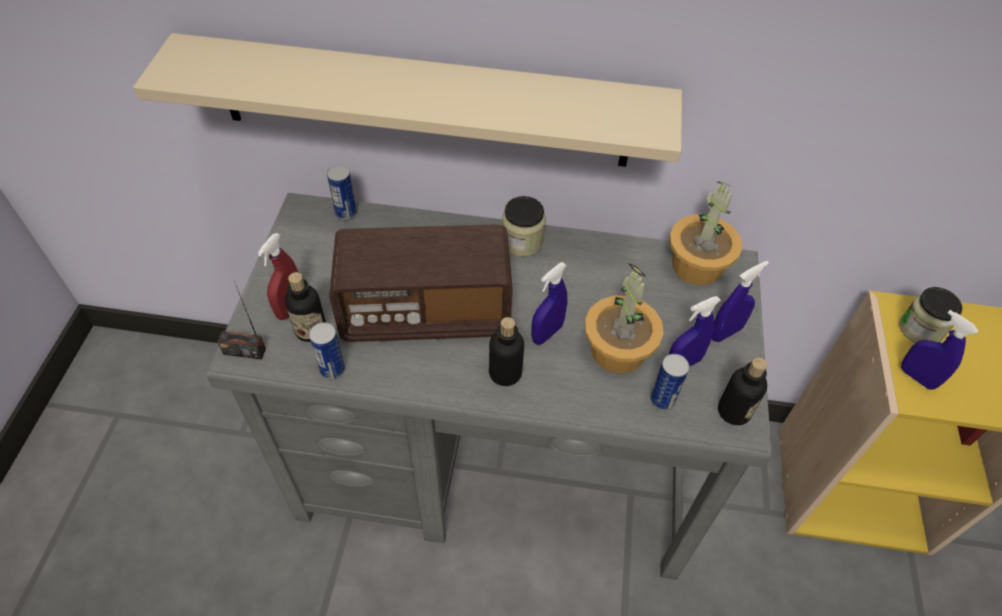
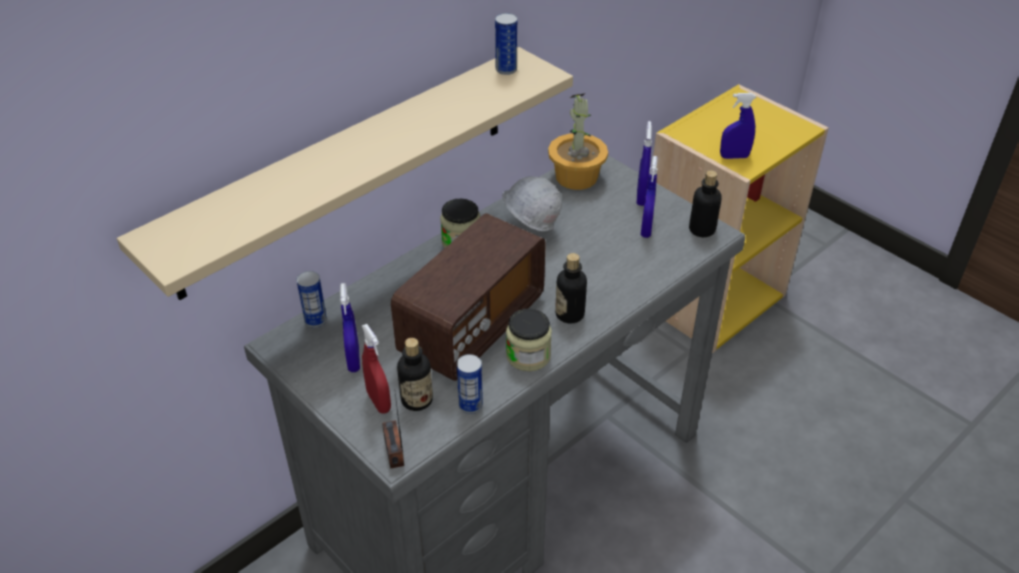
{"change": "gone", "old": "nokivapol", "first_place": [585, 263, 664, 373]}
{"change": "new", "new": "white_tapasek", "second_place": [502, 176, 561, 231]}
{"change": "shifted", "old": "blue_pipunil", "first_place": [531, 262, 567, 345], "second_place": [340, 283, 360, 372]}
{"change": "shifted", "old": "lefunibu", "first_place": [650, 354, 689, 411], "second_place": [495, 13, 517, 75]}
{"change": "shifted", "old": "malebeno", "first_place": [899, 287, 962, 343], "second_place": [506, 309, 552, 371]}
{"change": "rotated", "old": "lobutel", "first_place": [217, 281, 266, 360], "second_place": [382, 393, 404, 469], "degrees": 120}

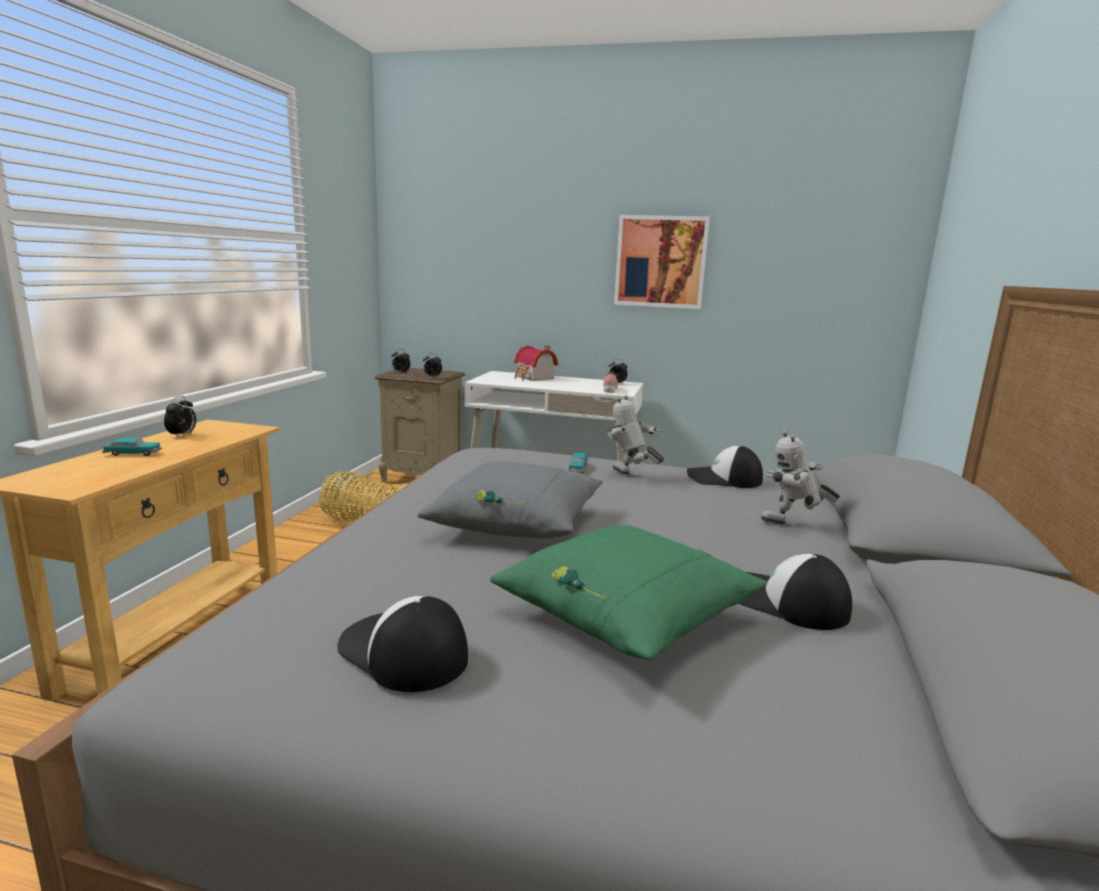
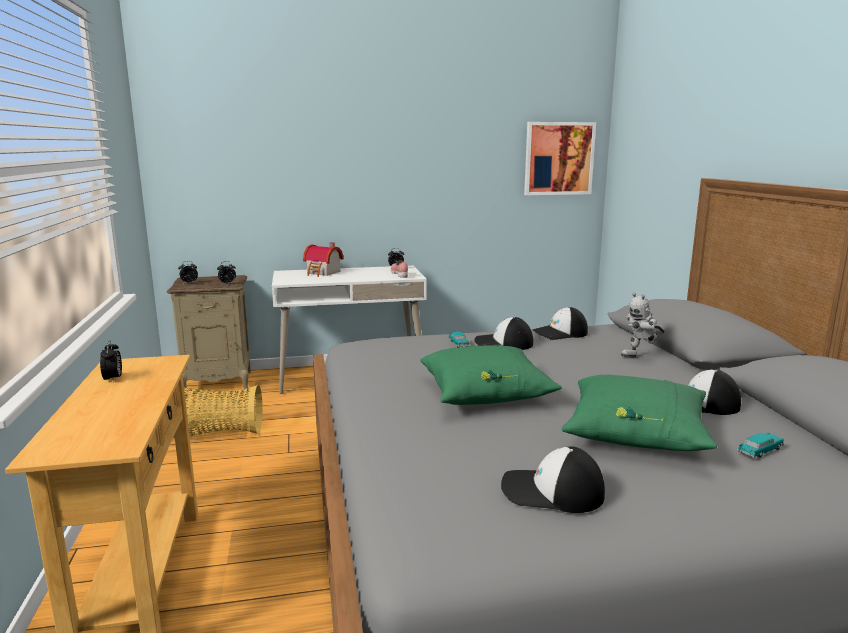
{"change": "shifted", "old": "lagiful", "first_place": [102, 438, 162, 456], "second_place": [737, 433, 784, 458]}
{"change": "shifted", "old": "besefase", "first_place": [614, 215, 710, 309], "second_place": [524, 122, 596, 195]}
{"change": "swapped", "old": "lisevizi", "new": "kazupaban", "first_place": [607, 395, 664, 475], "second_place": [474, 317, 533, 350]}
{"change": "repainted", "old": "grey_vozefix", "new": "green_vozefix", "first_place": [417, 461, 603, 538], "second_place": [420, 345, 561, 405]}

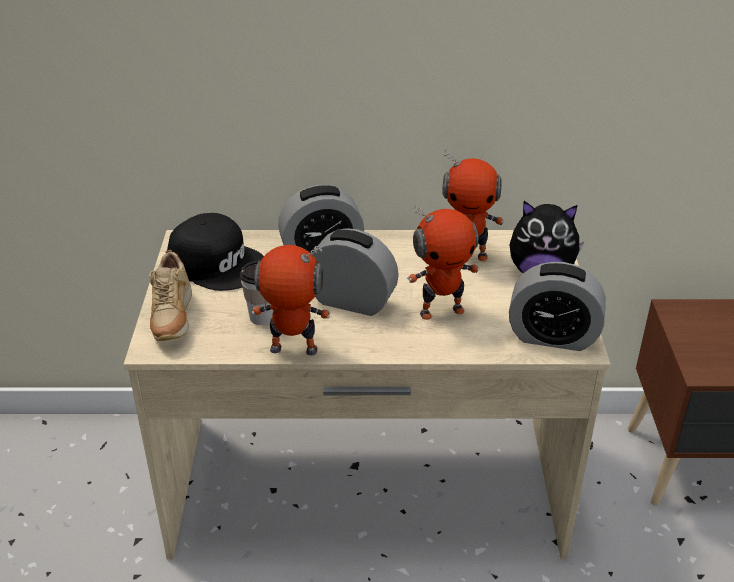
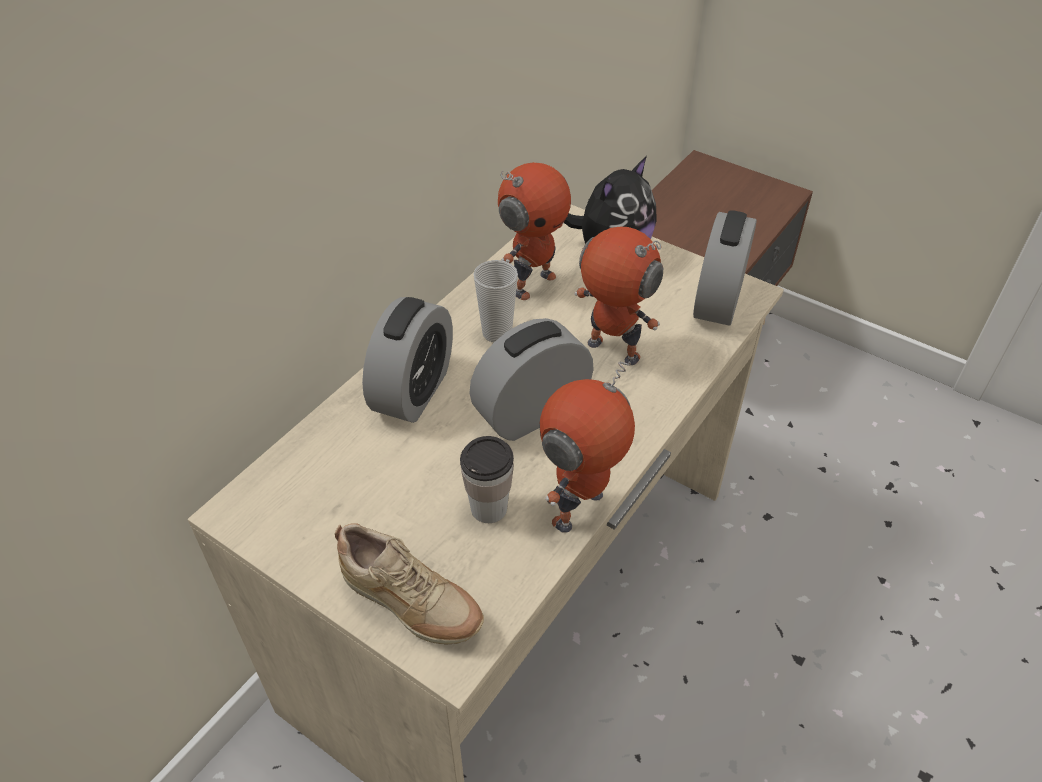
{"change": "gone", "old": "black_kazupaban", "first_place": [167, 213, 264, 291]}
{"change": "new", "new": "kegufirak", "second_place": [473, 260, 518, 342]}
{"change": "rotated", "old": "lisevizi", "first_place": [407, 205, 479, 320], "second_place": [574, 227, 663, 365], "degrees": -75}
{"change": "rotated", "old": "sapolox", "first_place": [509, 262, 606, 351], "second_place": [693, 210, 757, 326], "degrees": 150}

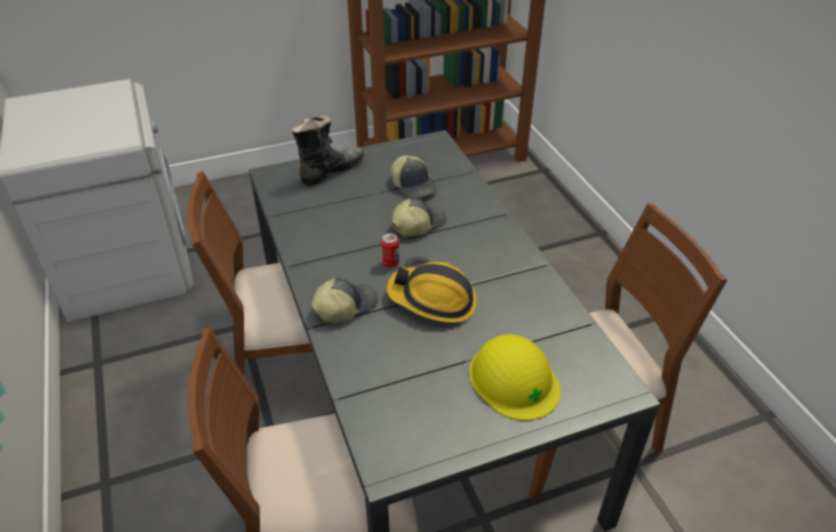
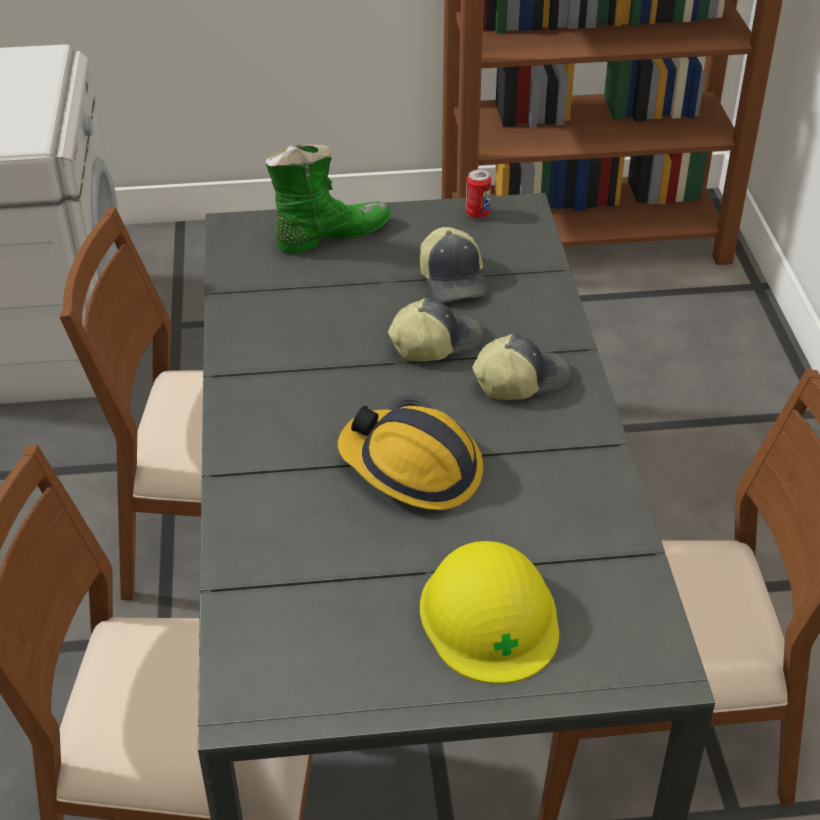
{"change": "shifted", "old": "kazupaban", "first_place": [311, 278, 378, 323], "second_place": [472, 334, 572, 400]}
{"change": "shifted", "old": "lefunibu", "first_place": [381, 233, 399, 268], "second_place": [466, 169, 491, 218]}
{"change": "repainted", "old": "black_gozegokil", "new": "green_gozegokil", "first_place": [292, 116, 364, 186], "second_place": [265, 144, 392, 254]}

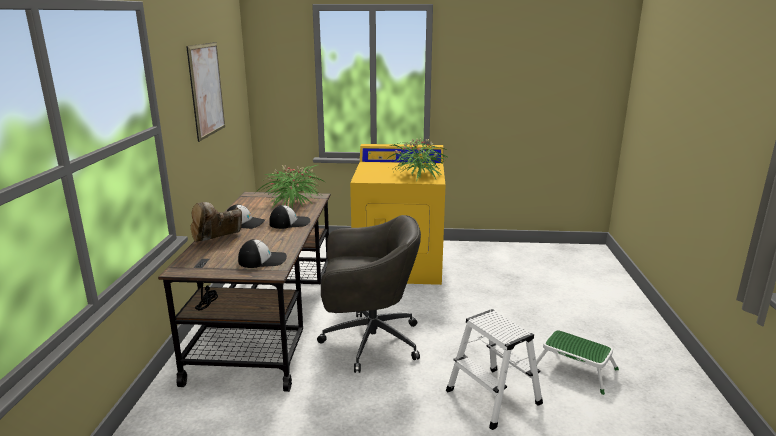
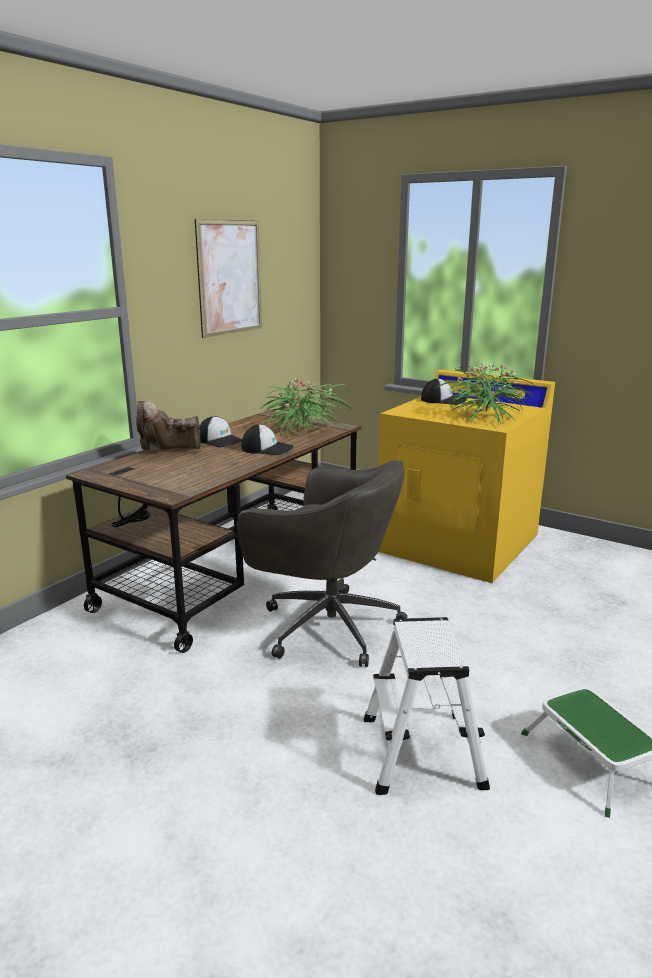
{"change": "shifted", "old": "kazupaban", "first_place": [238, 239, 287, 268], "second_place": [421, 378, 466, 405]}

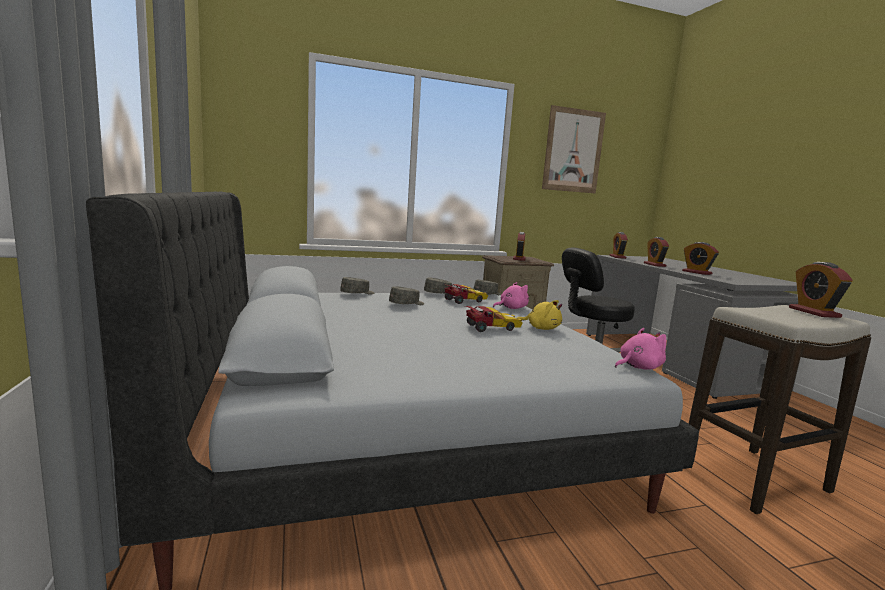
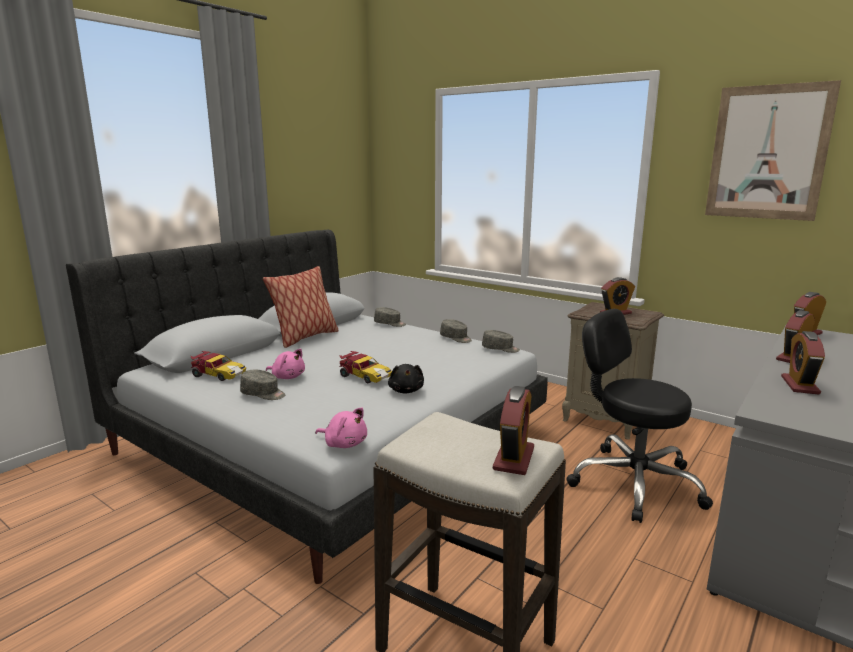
{"change": "new", "new": "vozefix", "second_place": [263, 266, 339, 348]}
{"change": "shifted", "old": "grey_kazupaban", "first_place": [389, 286, 424, 305], "second_place": [240, 370, 285, 400]}
{"change": "shifted", "old": "lagiful", "first_place": [445, 284, 488, 304], "second_place": [191, 351, 246, 381]}
{"change": "shifted", "old": "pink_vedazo", "first_place": [493, 282, 529, 309], "second_place": [266, 349, 305, 379]}
{"change": "repainted", "old": "yellow_vedazo", "new": "black_vedazo", "first_place": [517, 300, 562, 330], "second_place": [388, 364, 424, 394]}
{"change": "rotated", "old": "sapolox", "first_place": [789, 262, 853, 318], "second_place": [493, 386, 534, 475], "degrees": 150}

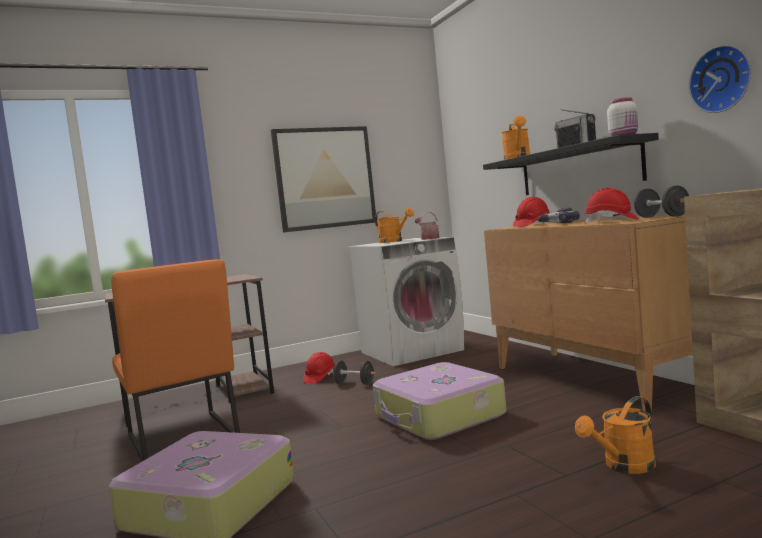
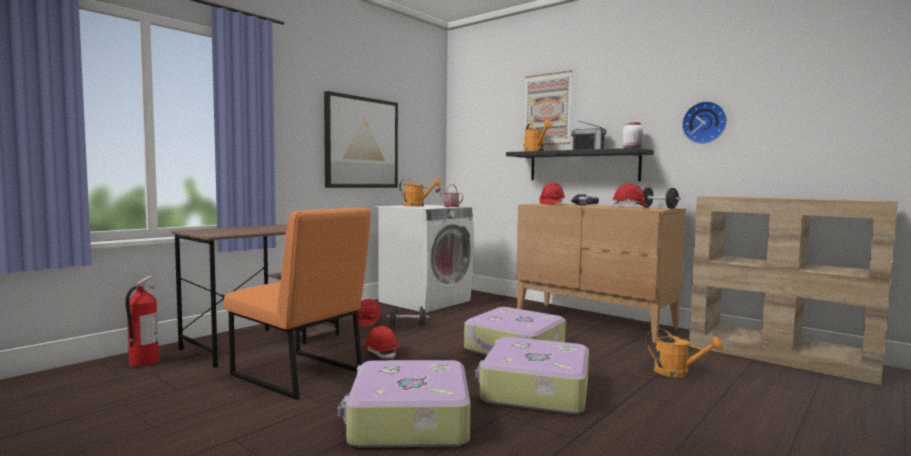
{"change": "new", "new": "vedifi", "second_place": [125, 276, 159, 367]}
{"change": "new", "new": "red_tapasek", "second_place": [363, 326, 399, 359]}
{"change": "new", "new": "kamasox", "second_place": [475, 337, 589, 414]}
{"change": "new", "new": "besefase", "second_place": [523, 70, 572, 146]}
{"change": "rotated", "old": "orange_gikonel", "first_place": [575, 396, 656, 474], "second_place": [646, 328, 723, 377], "degrees": -90}

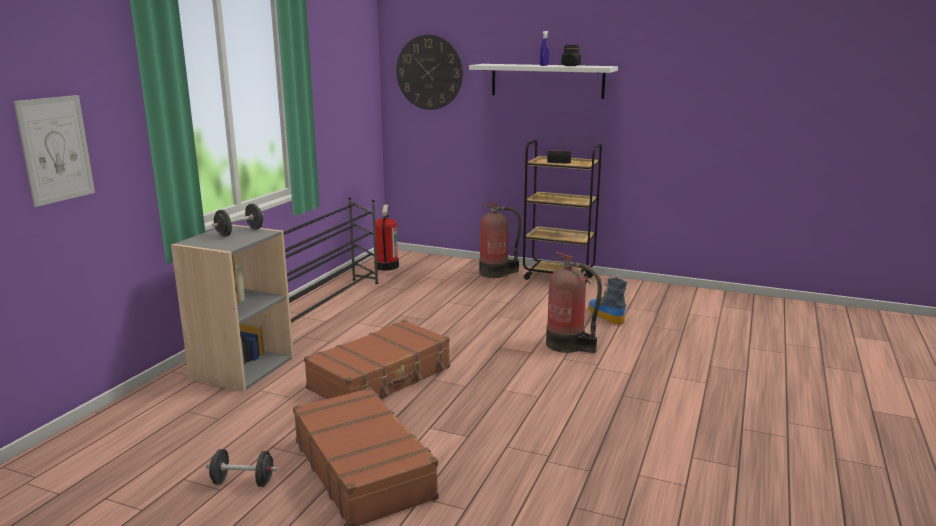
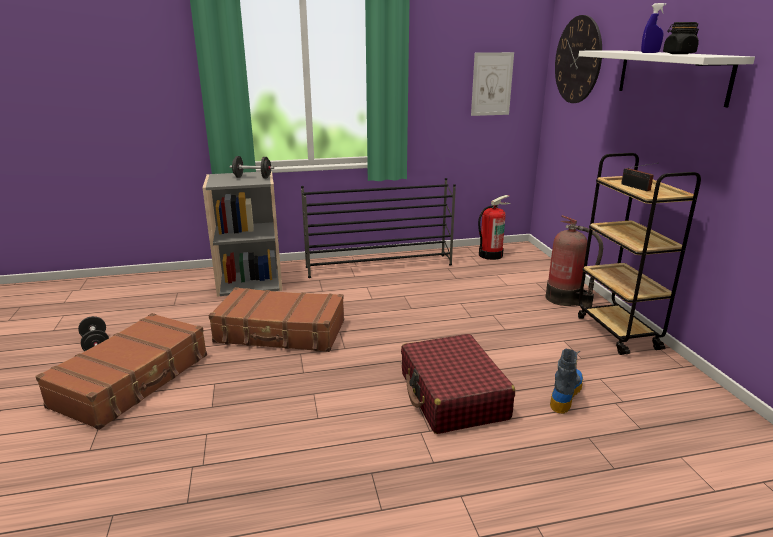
{"change": "shifted", "old": "besefase", "first_place": [13, 95, 95, 207], "second_place": [471, 52, 514, 116]}
{"change": "swapped", "old": "vedifi", "new": "red_kamasox", "first_place": [546, 252, 602, 353], "second_place": [401, 334, 515, 434]}

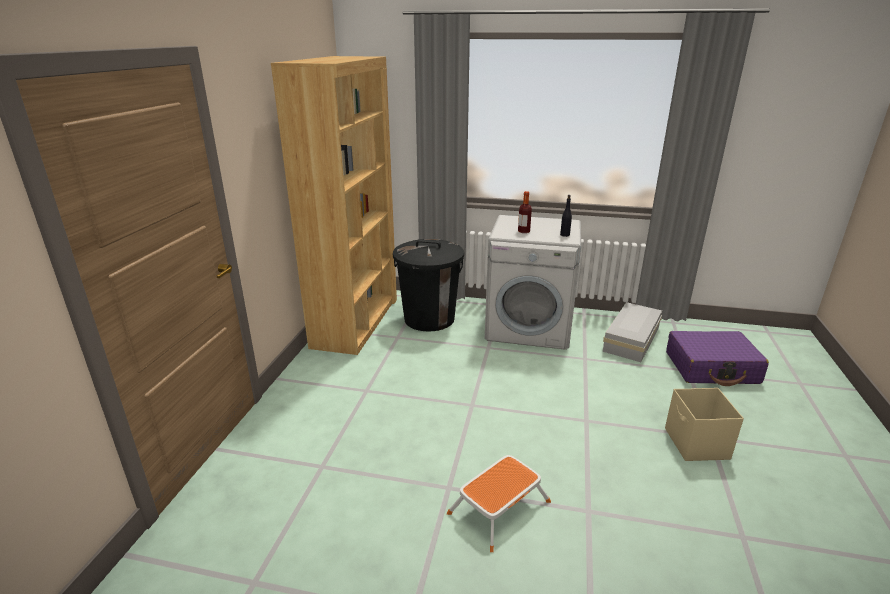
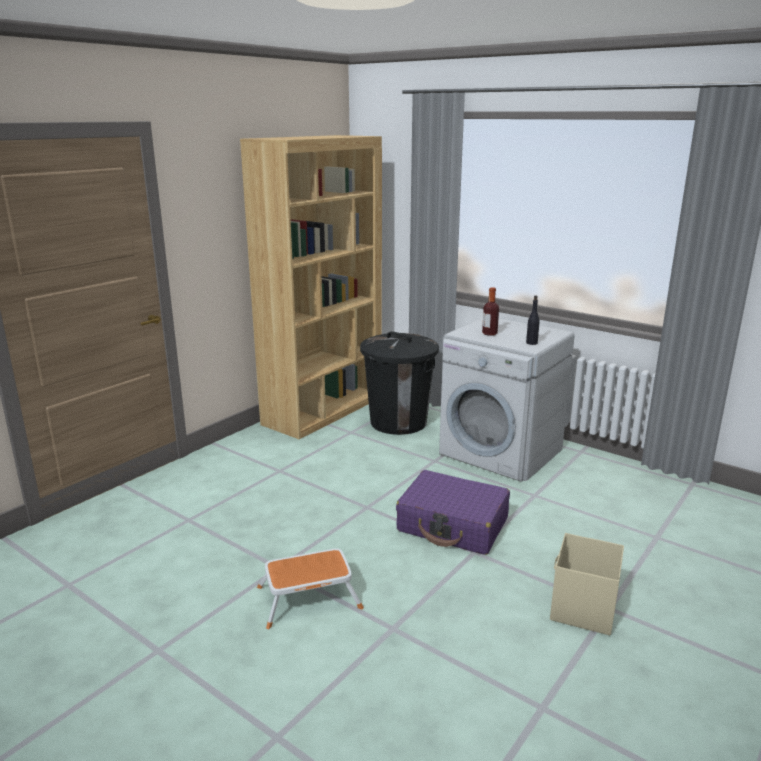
{"change": "gone", "old": "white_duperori", "first_place": [603, 302, 662, 362]}
{"change": "shifted", "old": "purple_kamasox", "first_place": [666, 331, 769, 386], "second_place": [396, 470, 510, 555]}

